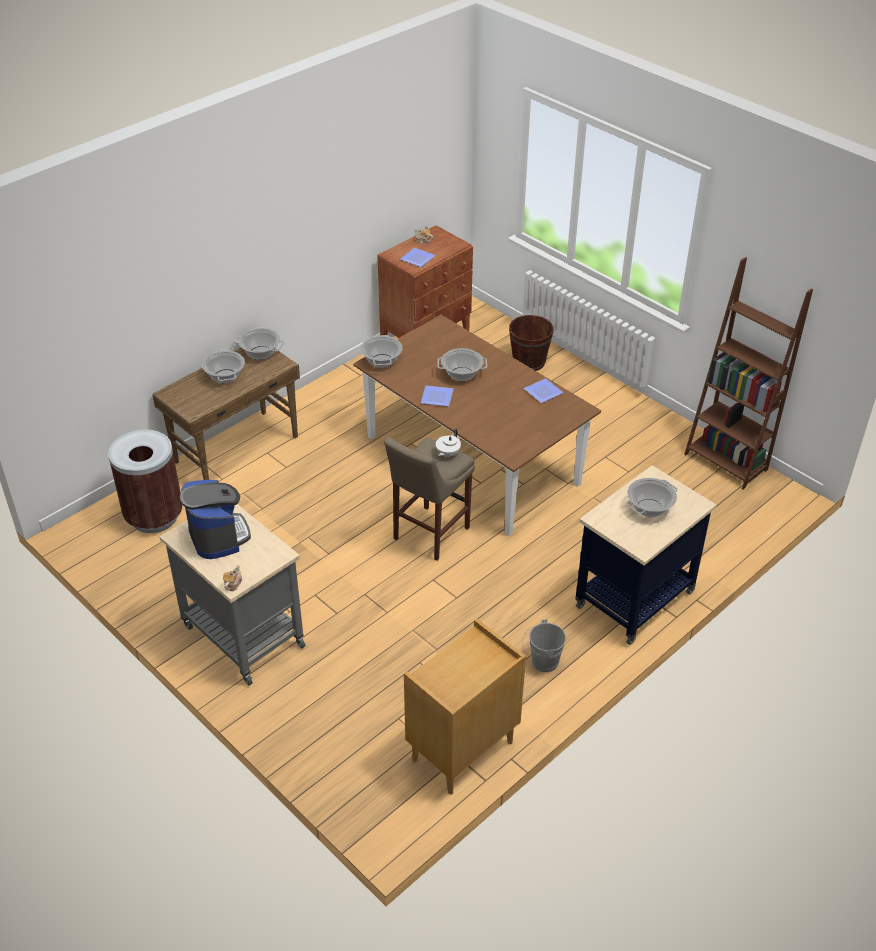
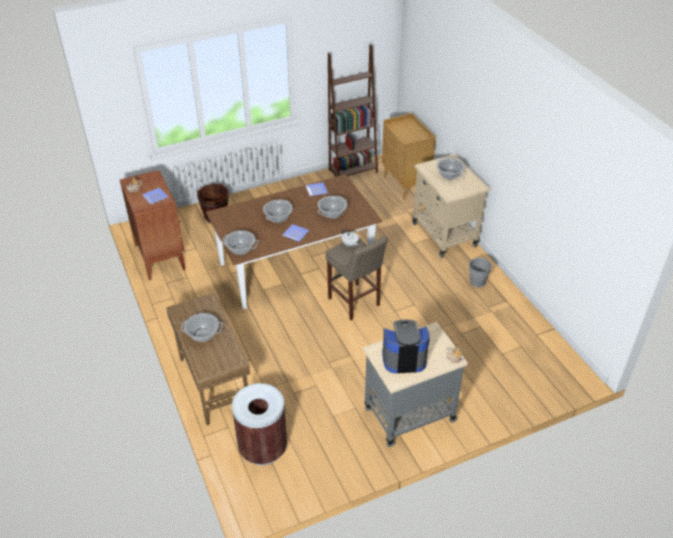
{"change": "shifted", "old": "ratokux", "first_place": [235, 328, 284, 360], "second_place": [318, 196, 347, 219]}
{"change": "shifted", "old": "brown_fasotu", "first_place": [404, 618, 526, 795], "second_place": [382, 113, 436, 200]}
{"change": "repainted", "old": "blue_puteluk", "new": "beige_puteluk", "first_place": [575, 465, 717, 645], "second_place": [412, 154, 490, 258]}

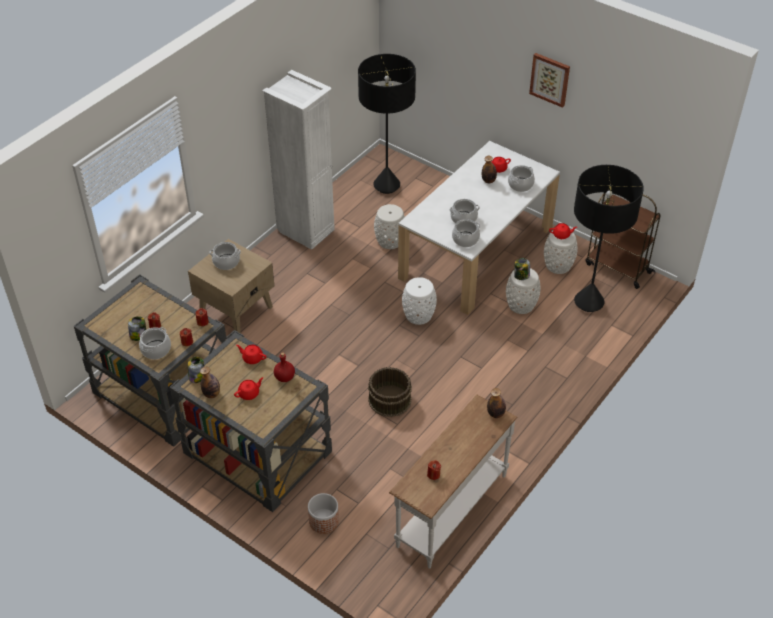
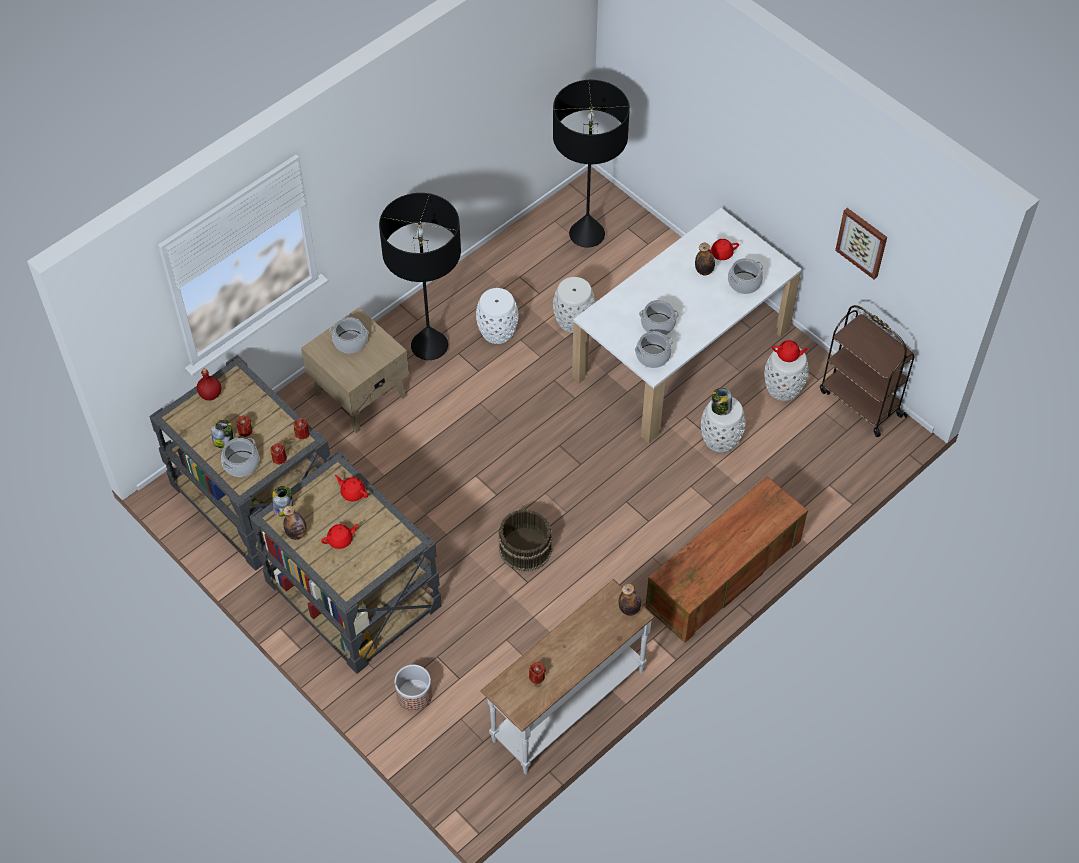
{"change": "gone", "old": "white_fasotu", "first_place": [262, 70, 335, 249]}
{"change": "new", "new": "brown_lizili", "second_place": [646, 476, 808, 643]}
{"change": "shifted", "old": "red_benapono", "first_place": [274, 352, 295, 382], "second_place": [197, 368, 221, 400]}
{"change": "shifted", "old": "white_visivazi", "first_place": [402, 277, 437, 325], "second_place": [476, 288, 518, 344]}
{"change": "shifted", "old": "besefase", "first_place": [529, 53, 570, 108], "second_place": [835, 208, 887, 279]}
{"change": "shifted", "old": "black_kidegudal", "first_place": [574, 165, 644, 312], "second_place": [379, 193, 461, 360]}

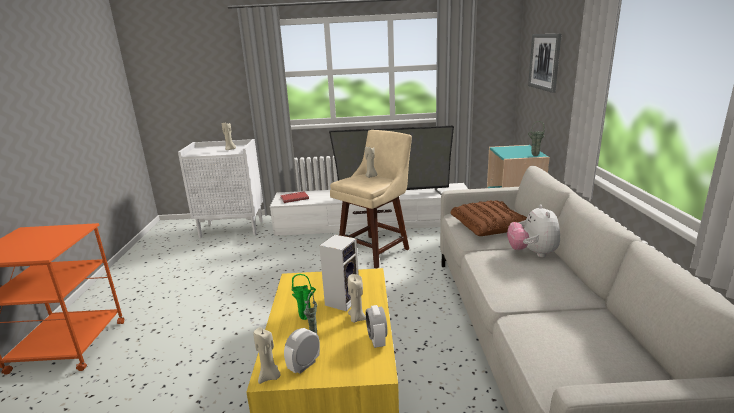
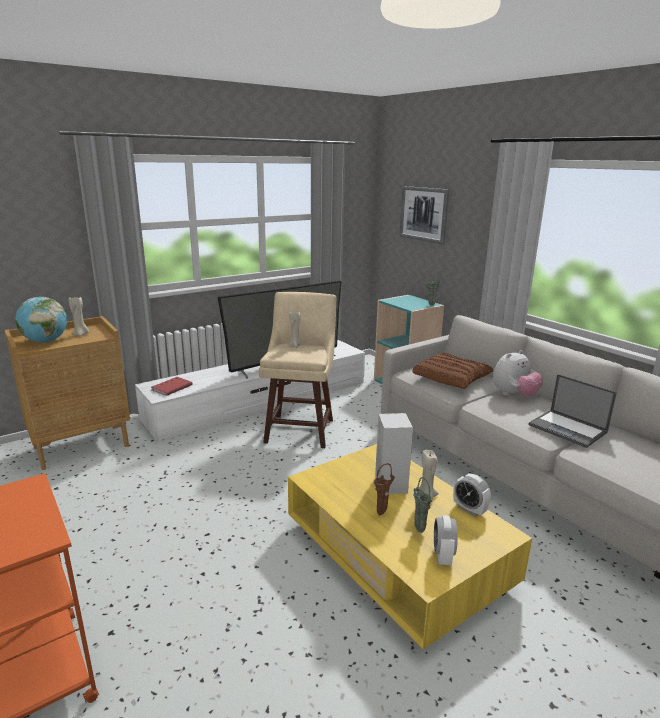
{"change": "gone", "old": "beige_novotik", "first_place": [254, 327, 281, 384]}
{"change": "new", "new": "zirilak", "second_place": [15, 297, 67, 343]}
{"change": "new", "new": "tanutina", "second_place": [528, 374, 617, 448]}
{"change": "repainted", "old": "white_fasotu", "new": "brown_fasotu", "first_place": [178, 139, 263, 238], "second_place": [4, 316, 130, 470]}
{"change": "repainted", "old": "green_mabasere", "new": "brown_mabasere", "first_place": [292, 274, 316, 320], "second_place": [373, 463, 395, 515]}
{"change": "rotated", "old": "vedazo", "first_place": [507, 204, 560, 257], "second_place": [493, 350, 543, 397], "degrees": -90}

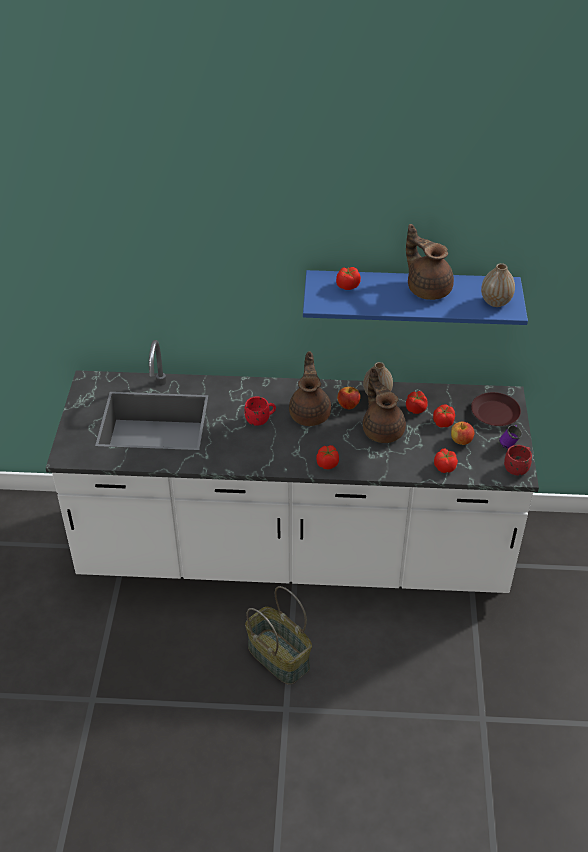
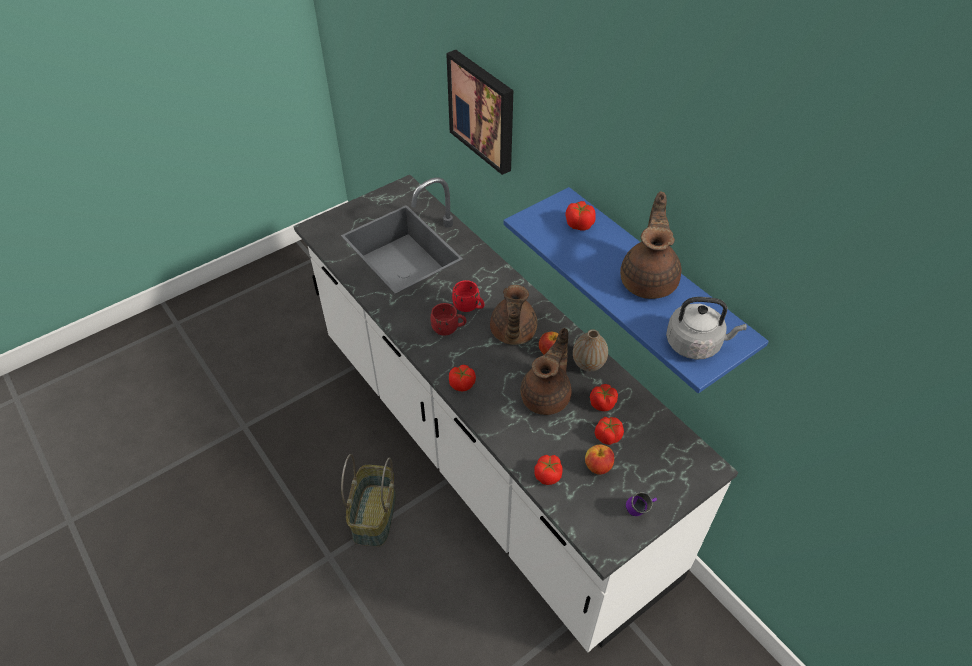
{"change": "gone", "old": "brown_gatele", "first_place": [471, 392, 521, 426]}
{"change": "new", "new": "besefase", "second_place": [446, 50, 513, 175]}
{"change": "shifted", "old": "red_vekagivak", "first_place": [504, 445, 532, 475], "second_place": [431, 303, 467, 336]}
{"change": "swapped", "old": "mabasere", "new": "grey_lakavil", "first_place": [481, 263, 515, 307], "second_place": [666, 297, 747, 360]}
{"change": "rotated", "old": "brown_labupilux", "first_place": [289, 351, 331, 426], "second_place": [490, 285, 537, 345], "degrees": 135}

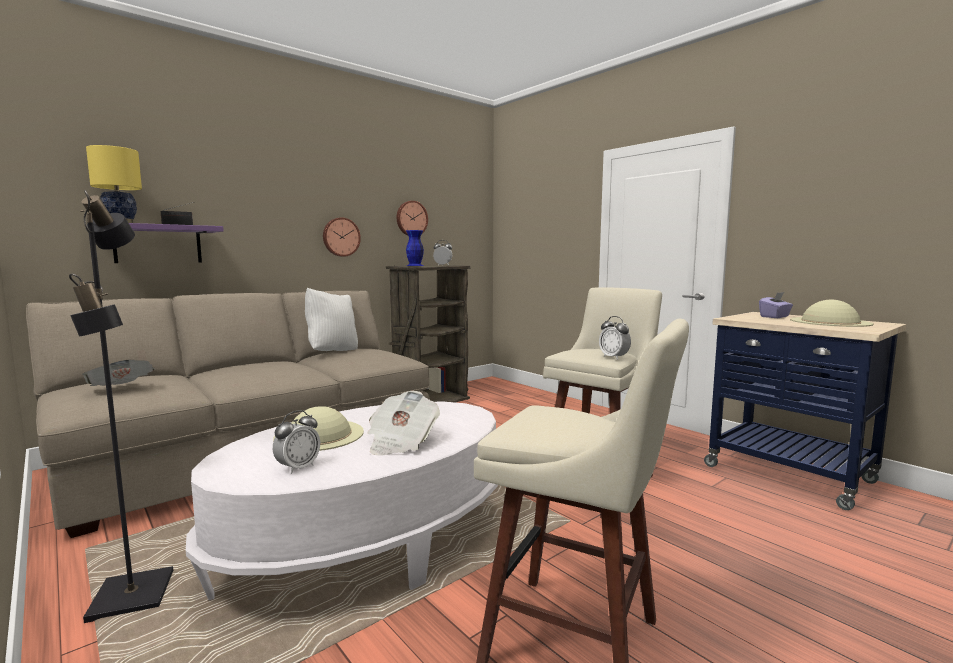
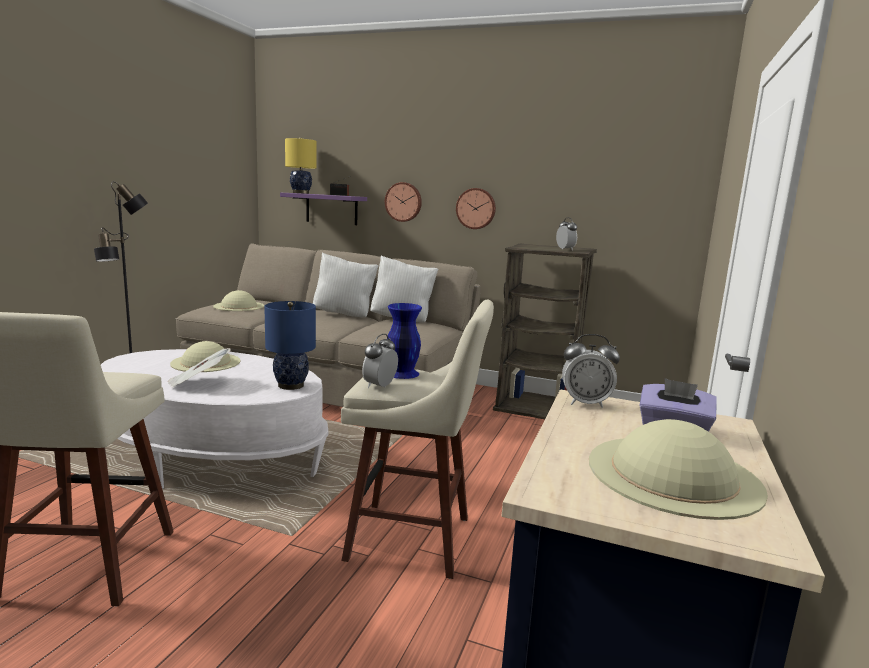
{"change": "new", "new": "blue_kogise", "second_place": [264, 301, 316, 390]}
{"change": "new", "new": "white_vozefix", "second_place": [313, 253, 379, 318]}
{"change": "shifted", "old": "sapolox", "first_place": [273, 410, 320, 474], "second_place": [562, 334, 620, 408]}
{"change": "shifted", "old": "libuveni", "first_place": [397, 201, 428, 236], "second_place": [385, 182, 422, 222]}
{"change": "shifted", "old": "blue_mabasere", "first_place": [406, 230, 424, 266], "second_place": [388, 303, 422, 379]}
{"change": "swapped", "old": "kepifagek", "new": "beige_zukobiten", "first_place": [82, 360, 154, 386], "second_place": [213, 290, 264, 311]}

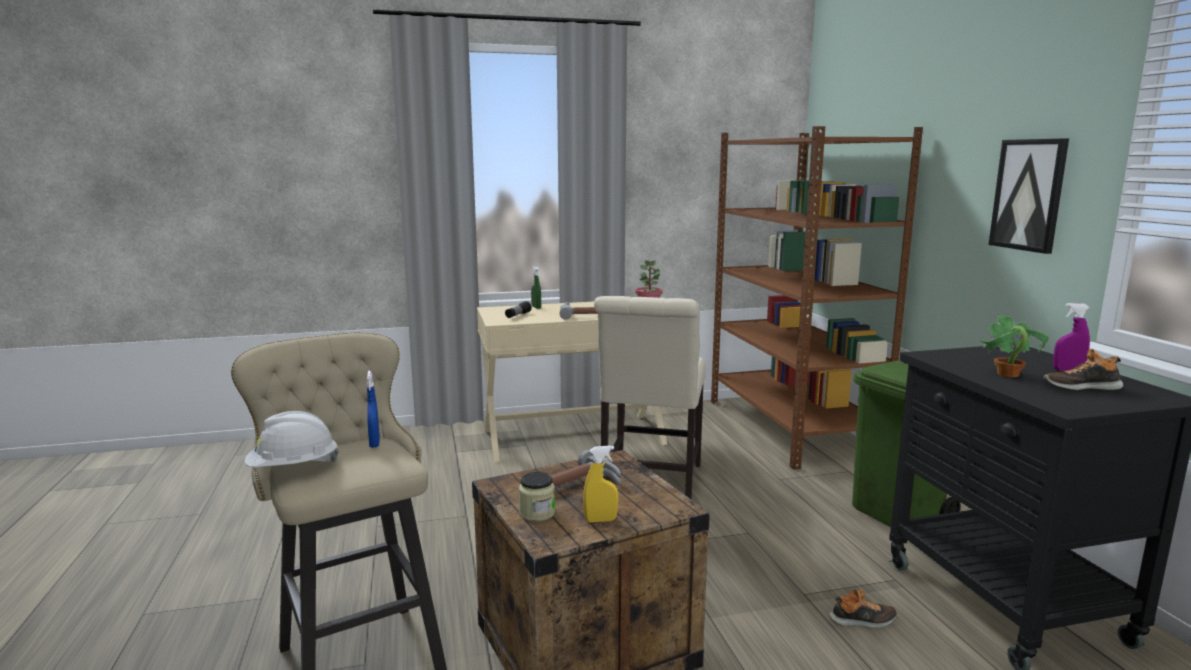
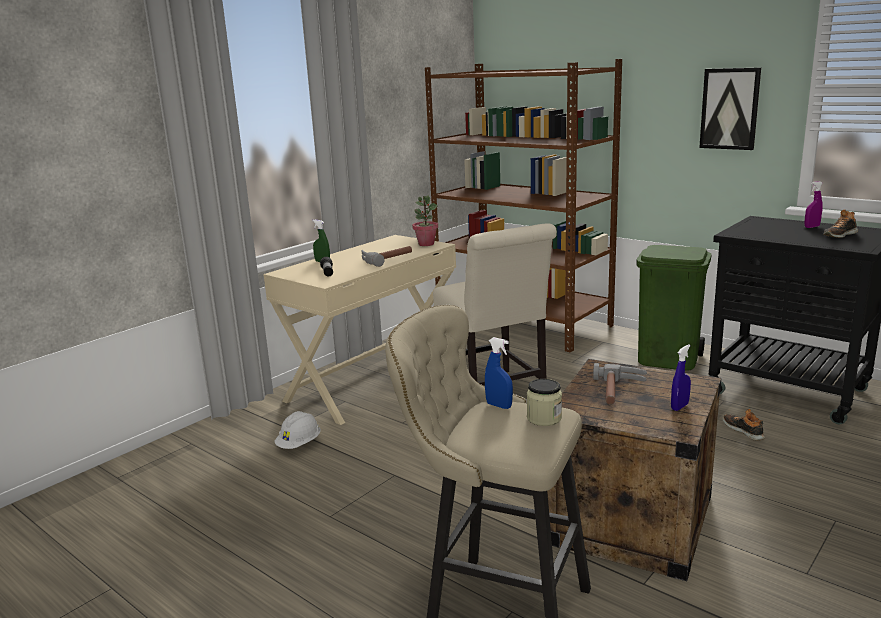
{"change": "gone", "old": "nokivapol", "first_place": [980, 315, 1049, 377]}
{"change": "shifted", "old": "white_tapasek", "first_place": [245, 411, 339, 467], "second_place": [275, 411, 321, 449]}
{"change": "shifted", "old": "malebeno", "first_place": [519, 472, 555, 522], "second_place": [527, 379, 562, 426]}
{"change": "repainted", "old": "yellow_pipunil", "new": "blue_pipunil", "first_place": [583, 445, 619, 522], "second_place": [671, 345, 691, 411]}
{"change": "rotated", "old": "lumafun", "first_place": [829, 589, 897, 628], "second_place": [723, 409, 765, 441], "degrees": -75}

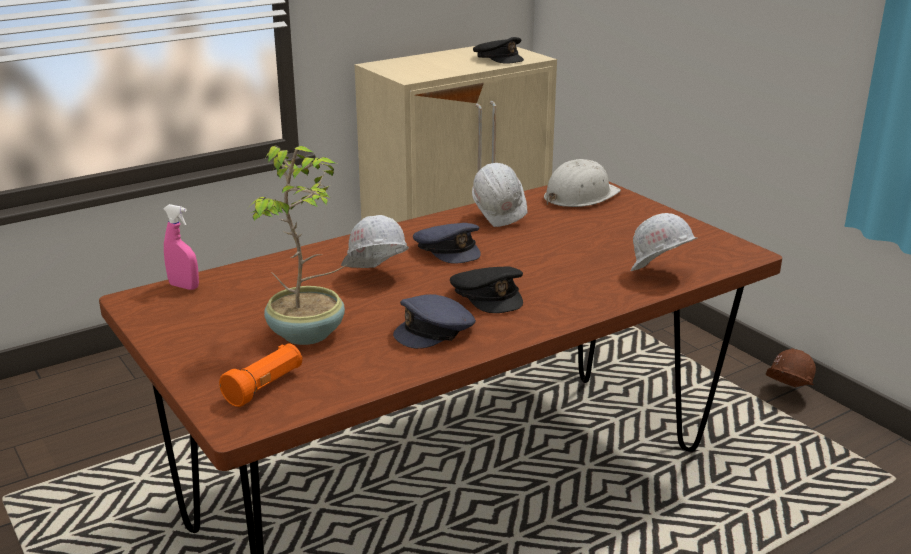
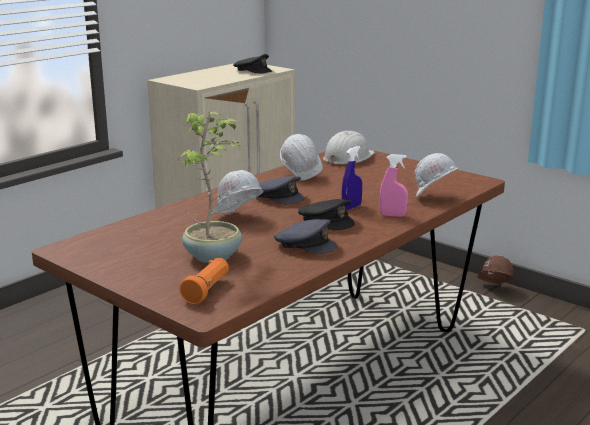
{"change": "new", "new": "blue_pipunil", "second_place": [342, 146, 362, 210]}
{"change": "shifted", "old": "pink_pipunil", "first_place": [163, 204, 199, 290], "second_place": [380, 154, 408, 217]}
{"change": "rotated", "old": "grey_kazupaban", "first_place": [393, 294, 476, 349], "second_place": [274, 219, 337, 254], "degrees": -105}

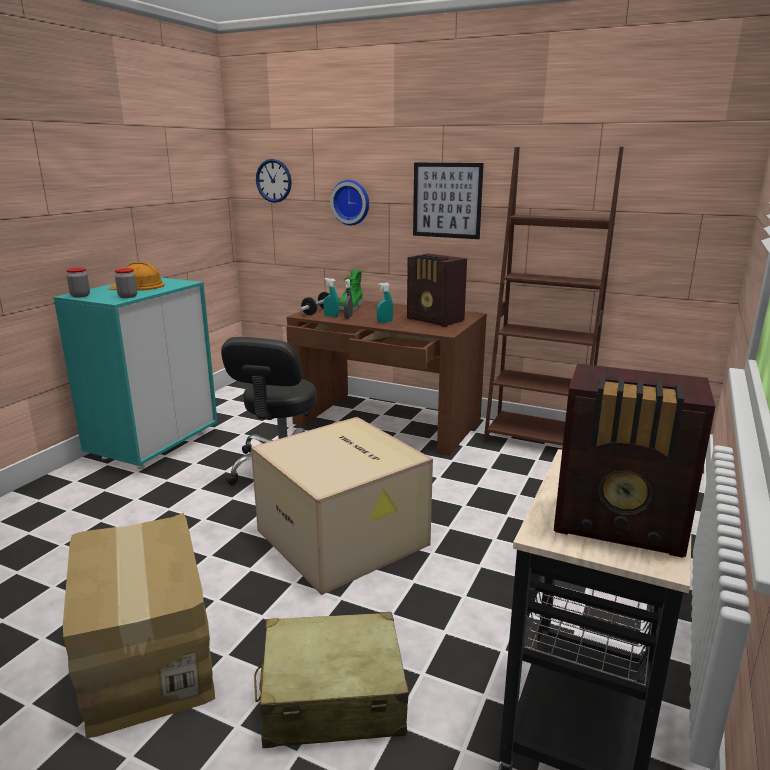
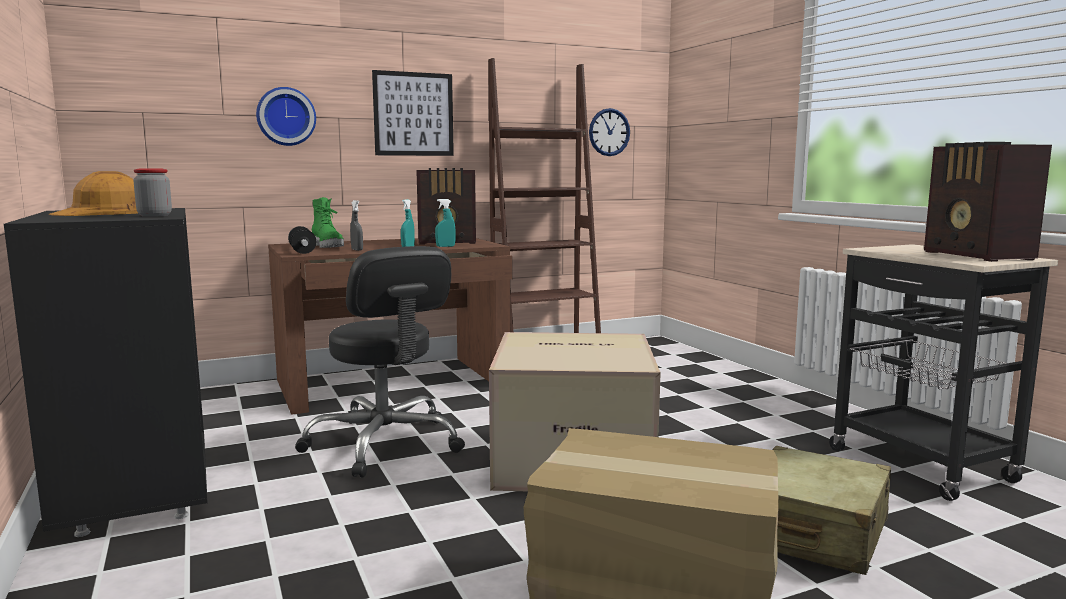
{"change": "gone", "old": "malebeno", "first_place": [66, 268, 90, 298]}
{"change": "shifted", "old": "libuveni", "first_place": [256, 159, 292, 203], "second_place": [589, 108, 630, 156]}
{"change": "shifted", "old": "turquoise_pipunil", "first_place": [323, 278, 339, 317], "second_place": [435, 199, 456, 247]}
{"change": "repainted", "old": "turquoise_fasotu", "new": "black_fasotu", "first_place": [53, 277, 218, 469], "second_place": [4, 208, 208, 537]}
{"change": "rotated", "old": "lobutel", "first_place": [554, 364, 716, 558], "second_place": [924, 142, 1052, 262], "degrees": 105}

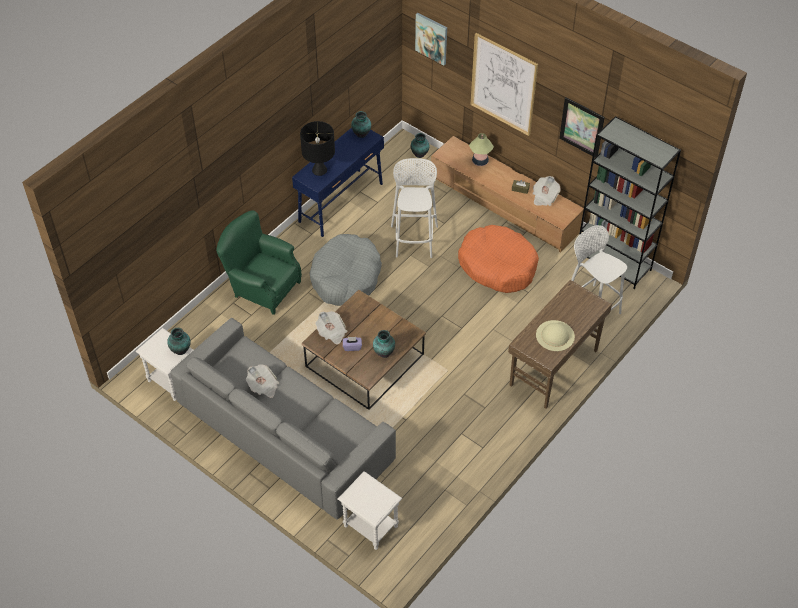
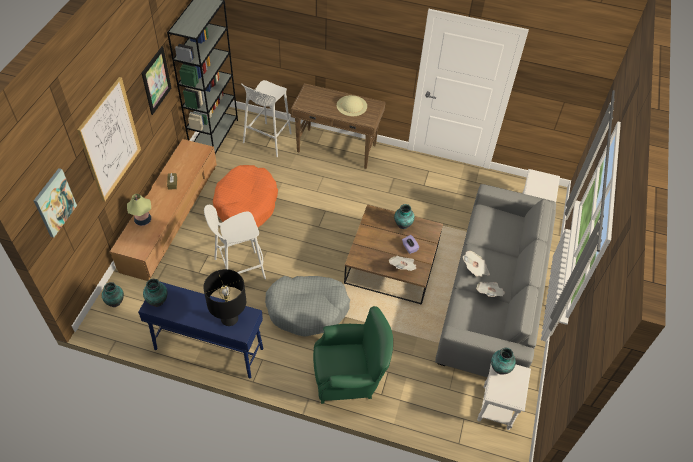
{"change": "shifted", "old": "kepifagek", "first_place": [532, 176, 561, 206], "second_place": [463, 251, 490, 277]}
{"change": "rotated", "old": "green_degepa", "first_place": [216, 210, 302, 315], "second_place": [313, 306, 393, 404], "degrees": -105}

